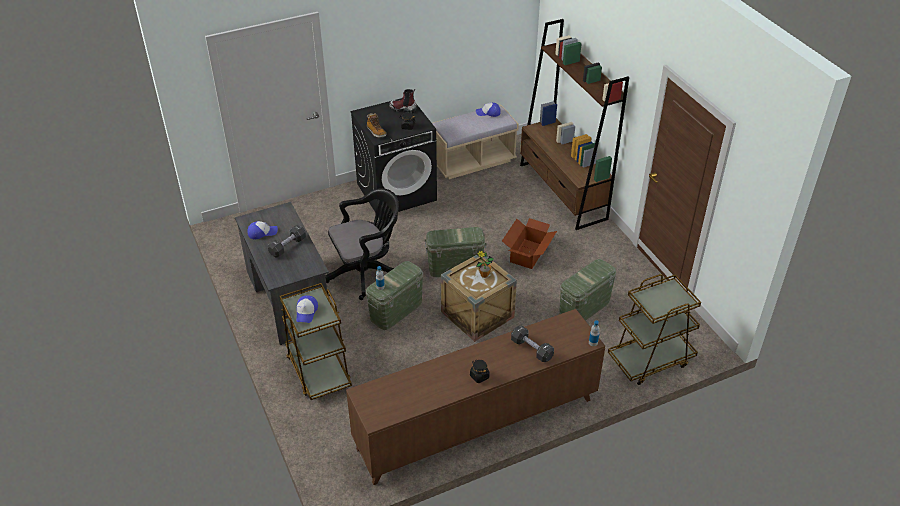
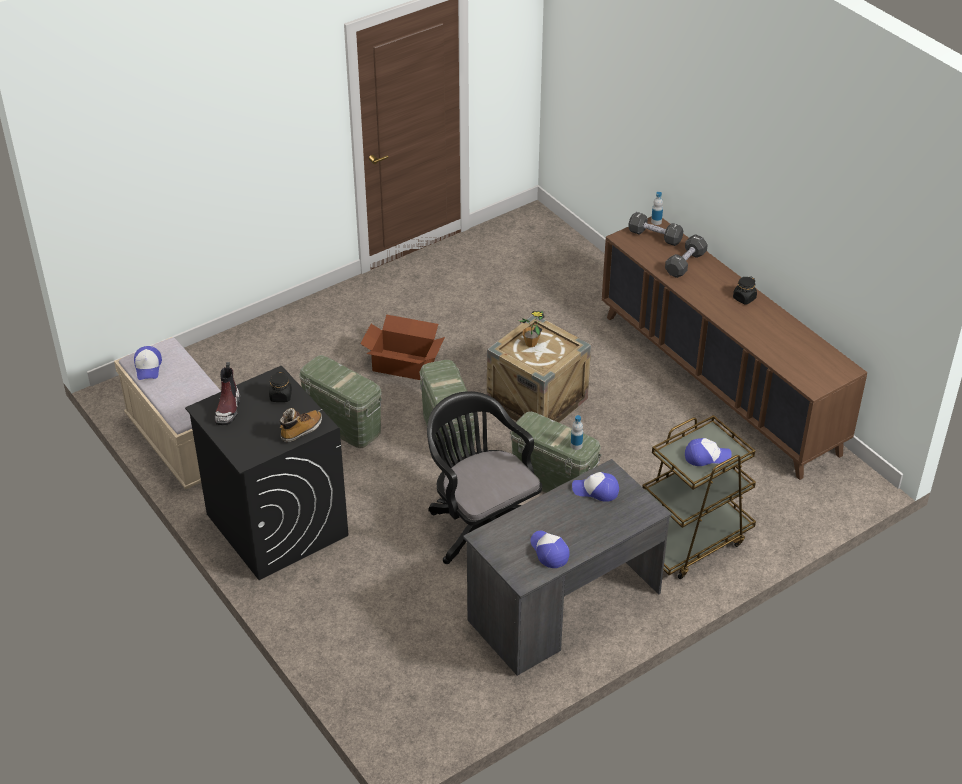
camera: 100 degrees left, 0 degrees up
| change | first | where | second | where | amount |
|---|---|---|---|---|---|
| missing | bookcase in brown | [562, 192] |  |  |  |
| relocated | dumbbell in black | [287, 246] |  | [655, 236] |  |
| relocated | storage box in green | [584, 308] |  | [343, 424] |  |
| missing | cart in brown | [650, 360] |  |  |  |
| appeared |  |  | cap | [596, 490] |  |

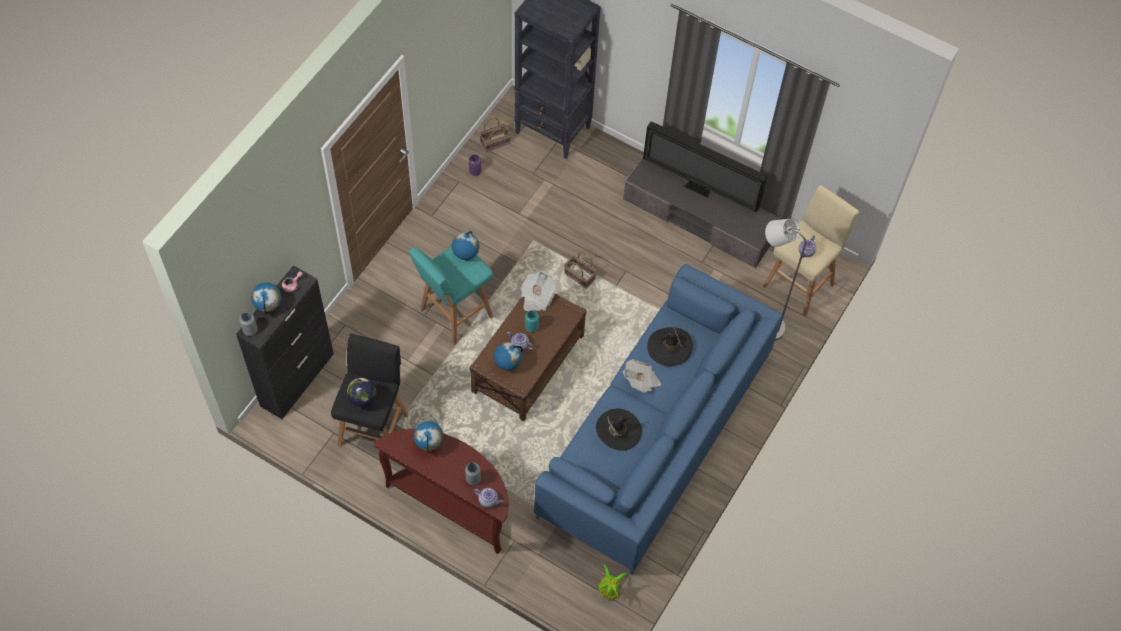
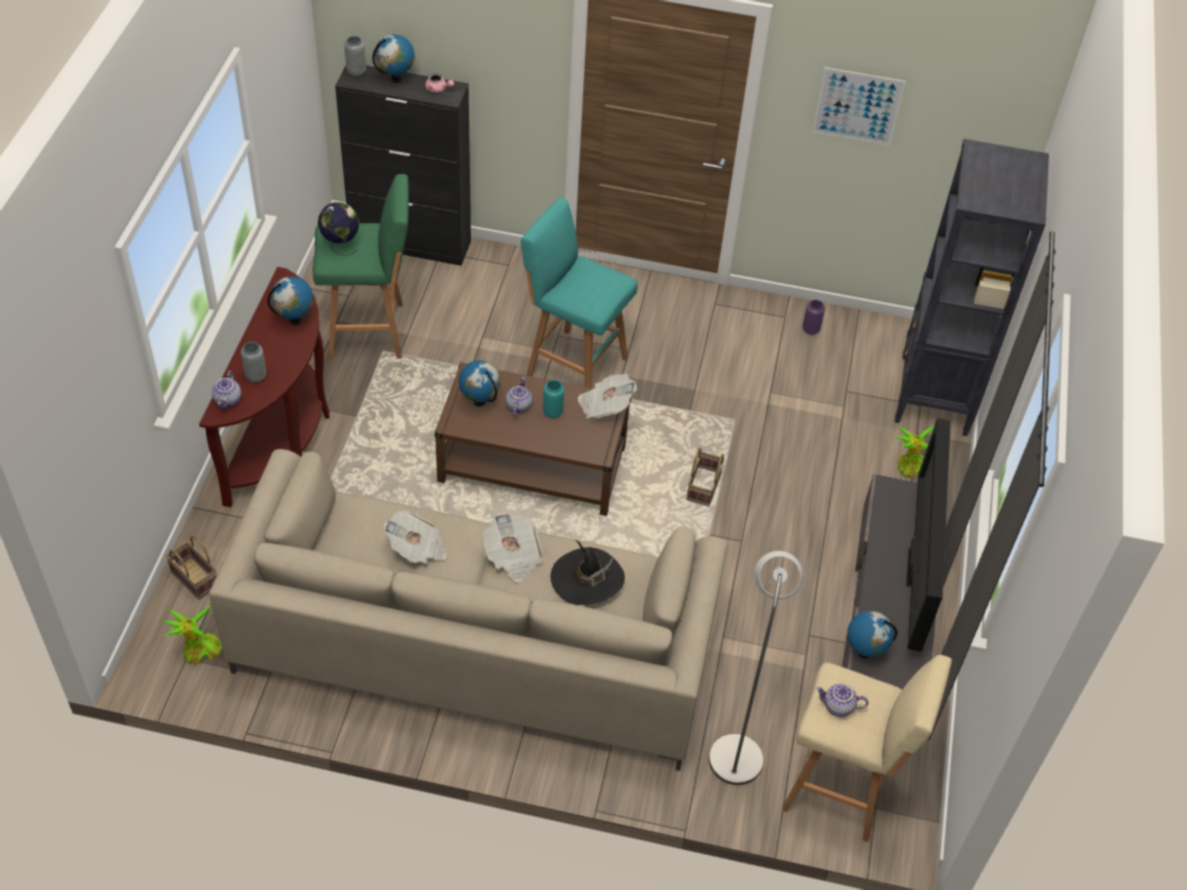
camera: 70 degrees right, 10 degrees down
| change | first | where | second | where | amount |
|---|---|---|---|---|---|
| relocated | basket | [495, 141] |  | [196, 578] |  |
| relocated | globe | [465, 257] |  | [864, 651] |  |
| colour | sofa in blue | [655, 434] | sofa in beige | [475, 646] |  |
| colour | stool in black | [374, 427] | stool in green | [370, 331] |  |
| exchanged | hat in black | [618, 430] | newspaper | [417, 548] |  |
| appeared |  |  | picture | [857, 106] |  |
| appeared |  |  | potted plant | [910, 468] |  |

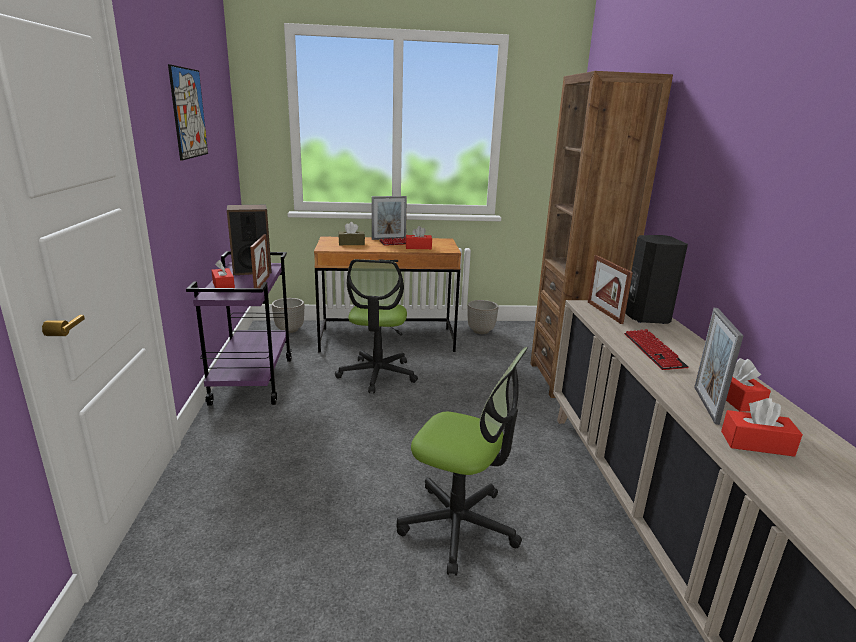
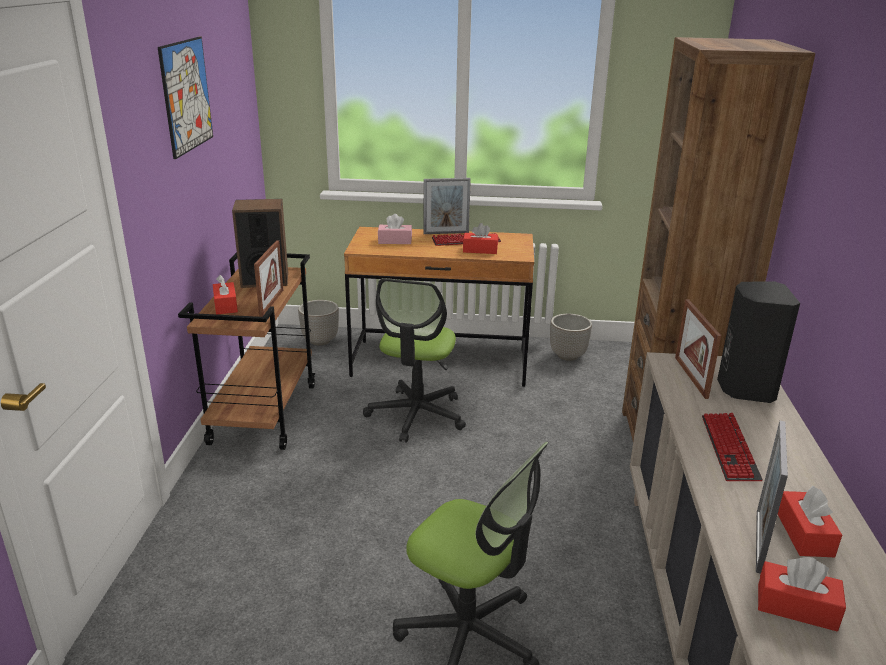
camera: 10 degrees right, 5 degrees up
| change | first | where | second | where | amount |
|---|---|---|---|---|---|
| colour | tissue box in brown | [351, 243] | tissue box in pink | [395, 241] |  |
| colour | cart in purple | [252, 380] | cart in brown | [263, 413] |  |

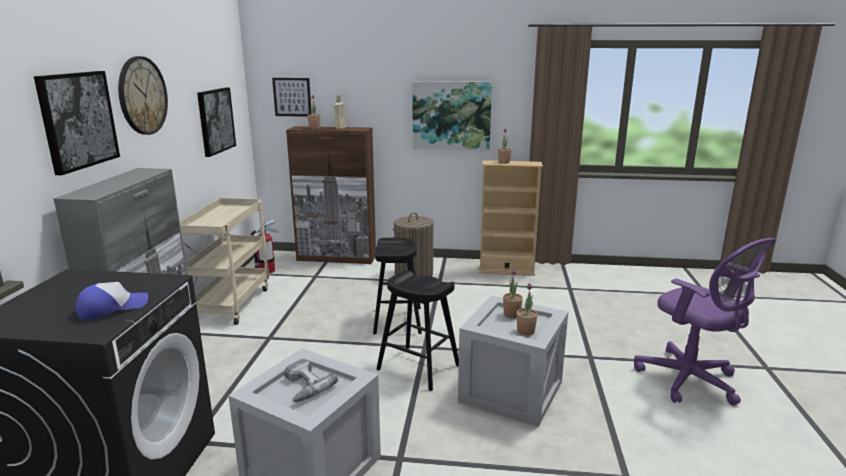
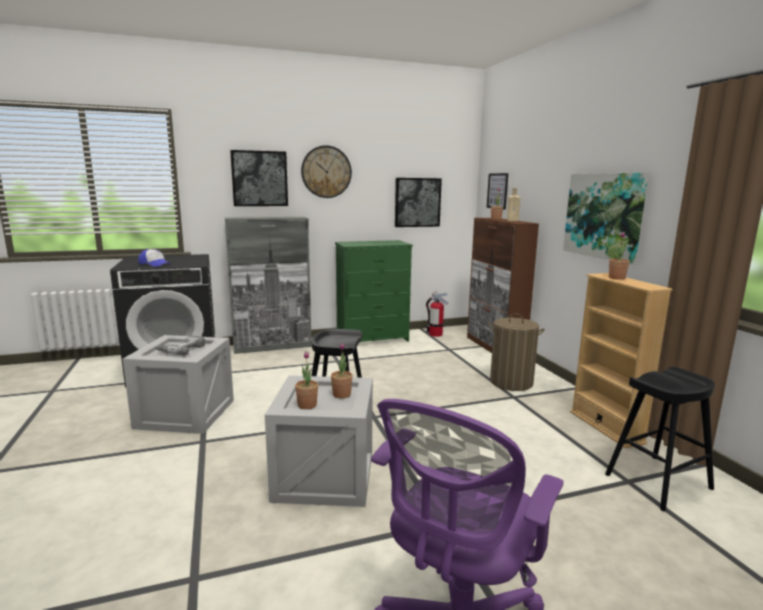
camera: 65 degrees right, 5 degrees down
| change | first | where | second | where | amount |
|---|---|---|---|---|---|
| exchanged | cart in beige | [231, 303] | dresser in green | [373, 339] |  |
| relocated | stool in black | [397, 320] |  | [658, 481] |  |

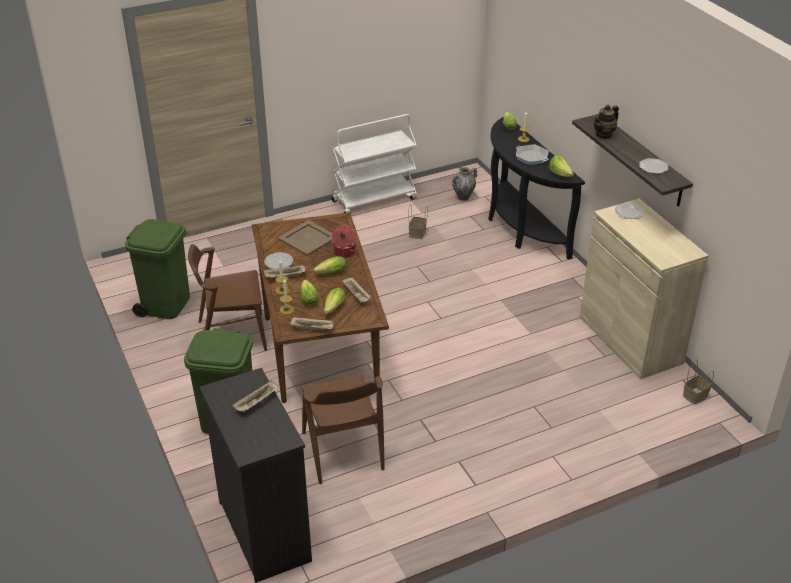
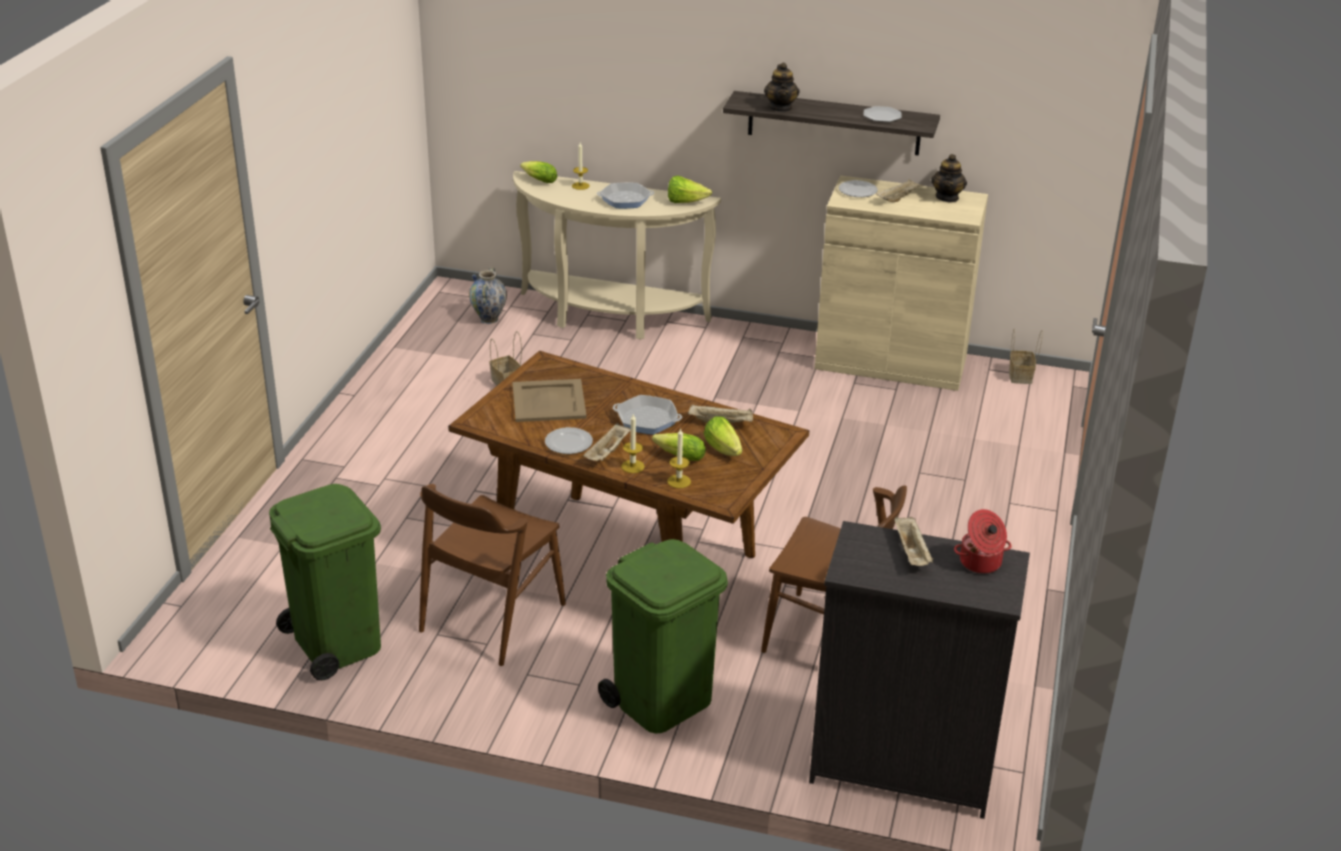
camera: 50 degrees left, 5 degrees down
| change | first | where | second | where | amount |
|---|---|---|---|---|---|
| missing | cart in white | [374, 199] |  |  |  |
| colour | console table in black | [520, 228] | console table in beige | [608, 318] |  |
| relocated | cooking pot | [344, 252] |  | [980, 563] |  |
| exchanged | lettuce | [329, 273] | frying pan | [647, 420] |  |
| relocated | tray in beige | [313, 329] |  | [898, 198] |  |
| appeared |  |  | teapot | [947, 197] |  |

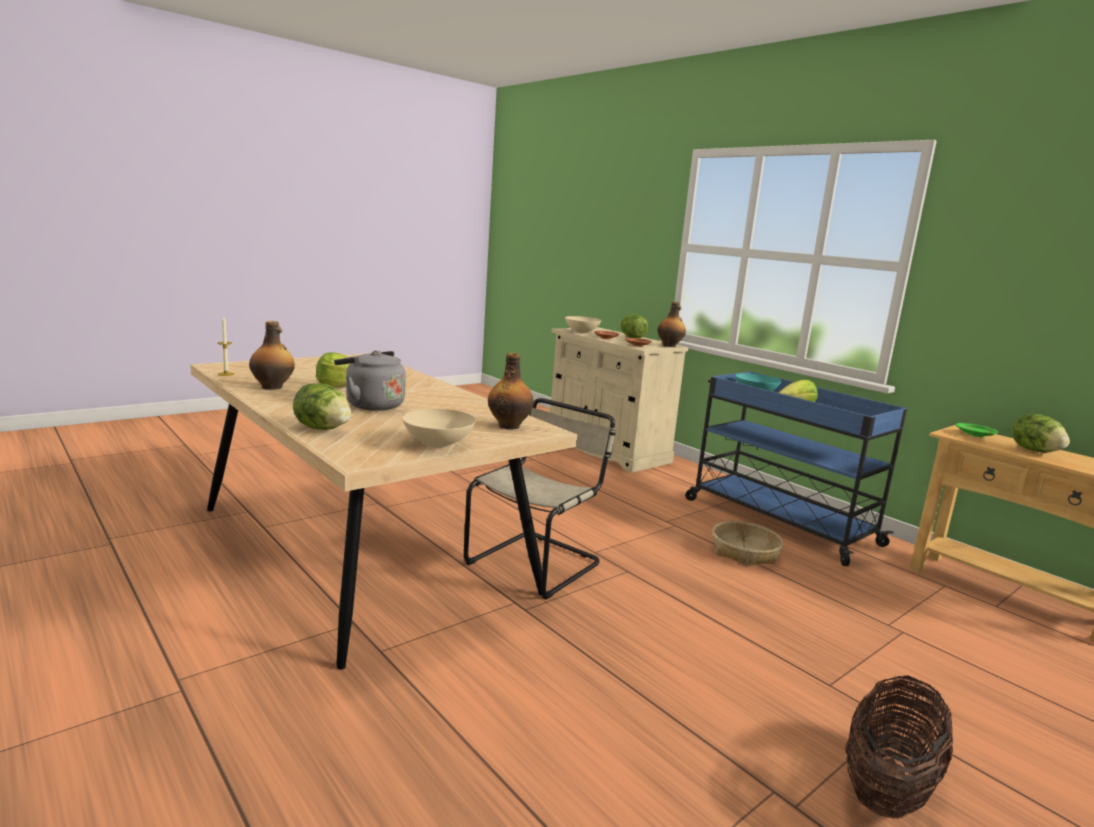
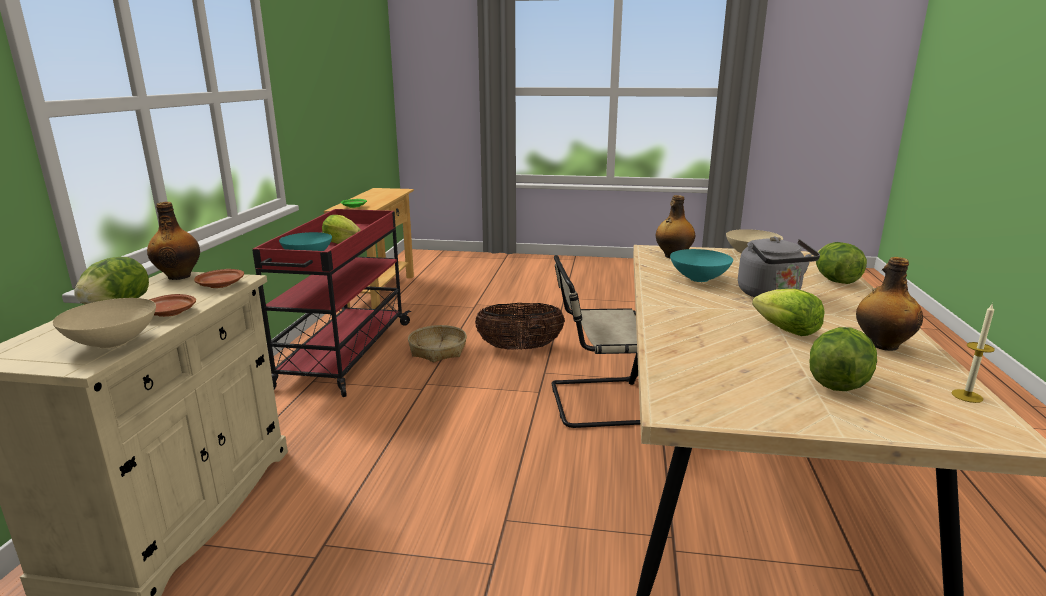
camera: 130 degrees left, 5 degrees up
| change | first | where | second | where | amount |
|---|---|---|---|---|---|
| colour | cart in blue | [778, 521] | cart in red | [344, 355] |  |
| relocated | lettuce | [1035, 451] |  | [838, 383] |  |
| relocated | basket | [887, 787] |  | [520, 348] |  |
| appeared |  |  | bowl in turquoise | [699, 279] |  |

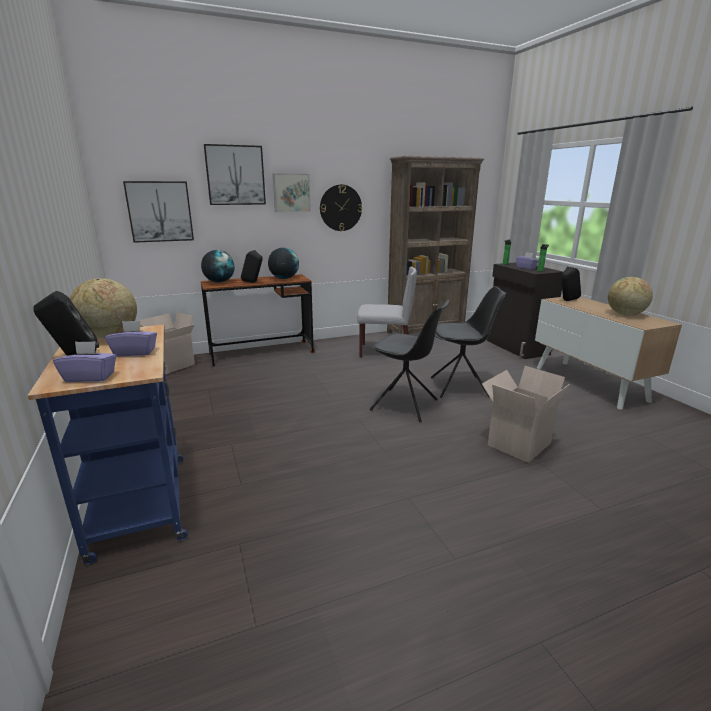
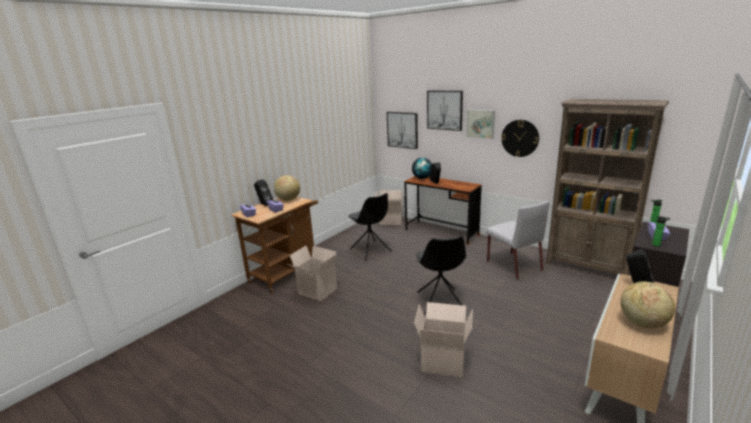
camera: 60 degrees right, 0 degrees up
| change | first | where | second | where | amount |
|---|---|---|---|---|---|
| missing | globe | [284, 278] |  |  |  |
| relocated | chair in black | [460, 387] |  | [371, 251] |  |
| colour | cart in blue | [140, 498] | cart in brown | [286, 272] |  |
| appeared |  |  | cardboard box | [316, 291] |  |

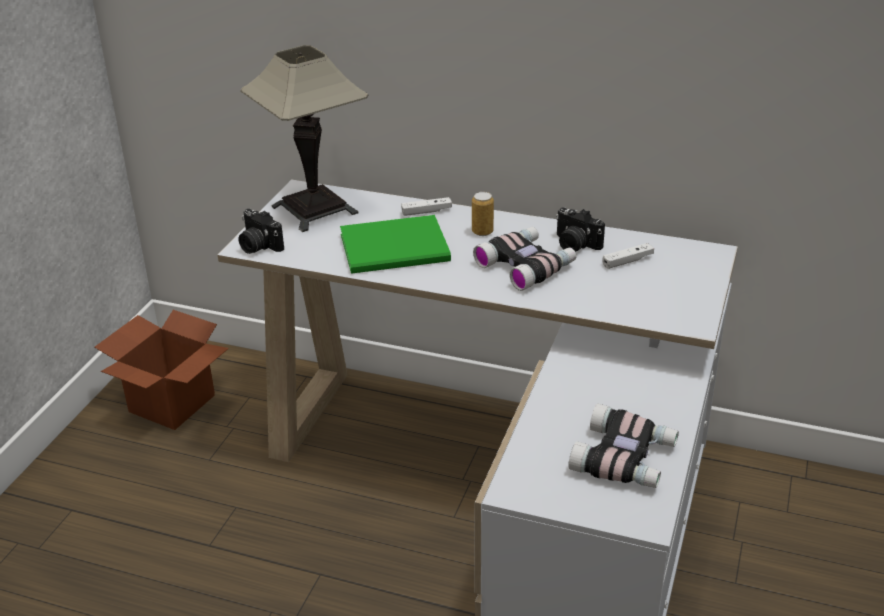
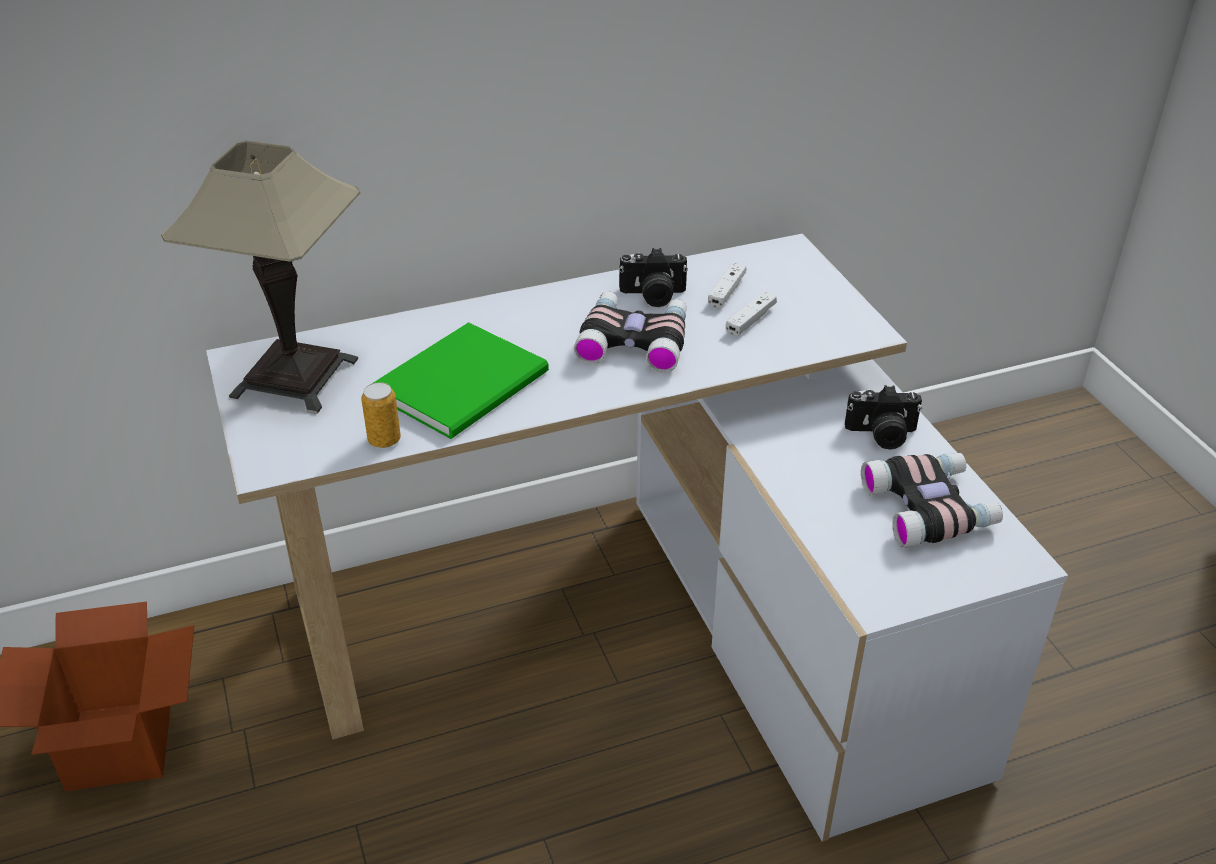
camera: 40 degrees left, 5 degrees up
| change | first | where | second | where | amount |
|---|---|---|---|---|---|
| relocated | can | [482, 232] |  | [384, 440] |  |
| relocated | game controller in white | [426, 211] |  | [750, 320] |  |
| relocated | photo camera | [258, 246] |  | [881, 435] |  |

